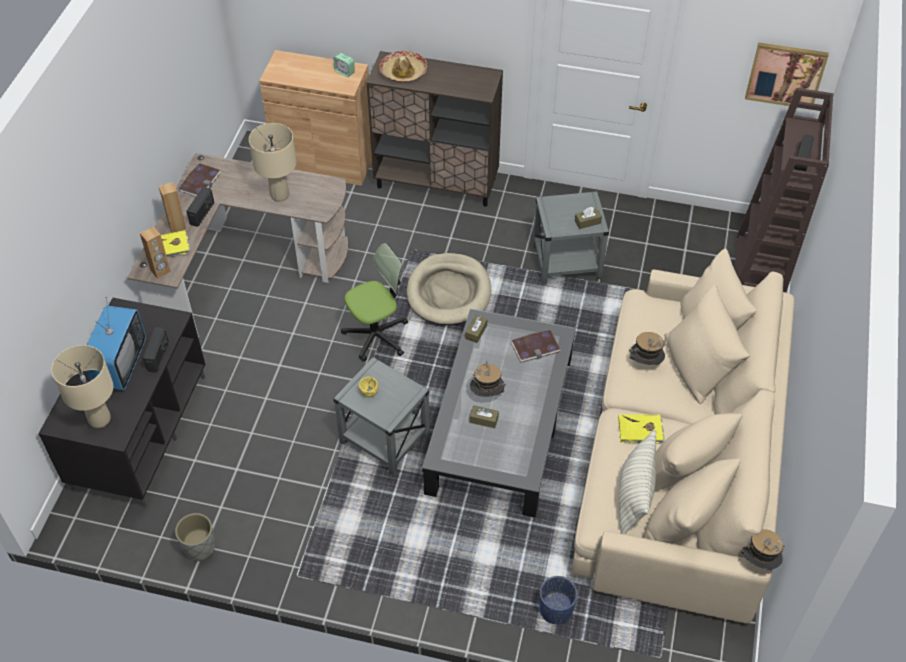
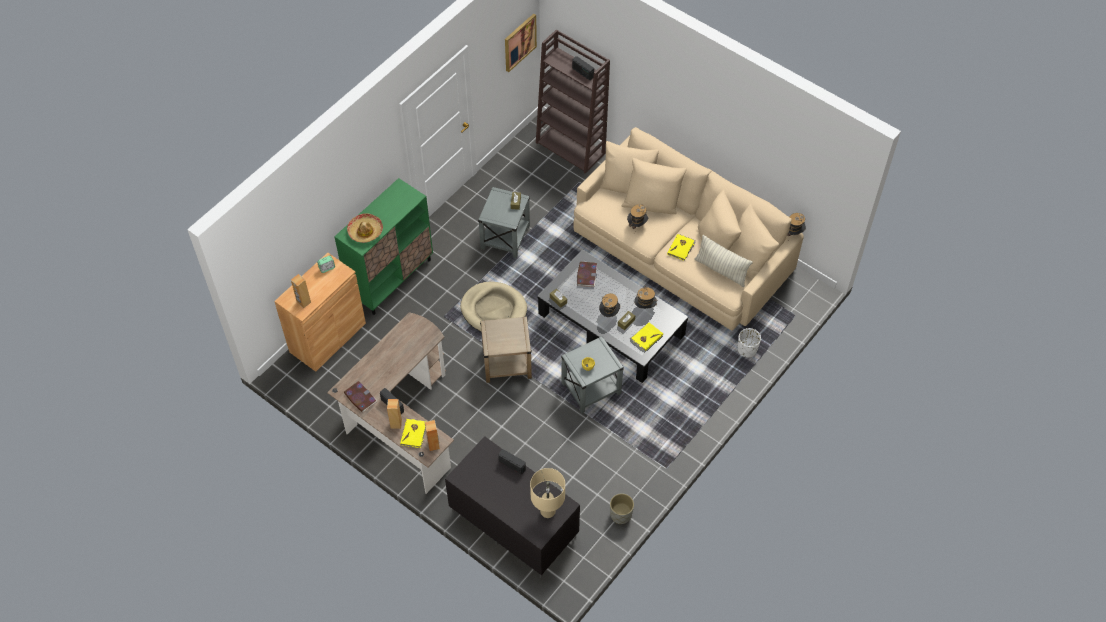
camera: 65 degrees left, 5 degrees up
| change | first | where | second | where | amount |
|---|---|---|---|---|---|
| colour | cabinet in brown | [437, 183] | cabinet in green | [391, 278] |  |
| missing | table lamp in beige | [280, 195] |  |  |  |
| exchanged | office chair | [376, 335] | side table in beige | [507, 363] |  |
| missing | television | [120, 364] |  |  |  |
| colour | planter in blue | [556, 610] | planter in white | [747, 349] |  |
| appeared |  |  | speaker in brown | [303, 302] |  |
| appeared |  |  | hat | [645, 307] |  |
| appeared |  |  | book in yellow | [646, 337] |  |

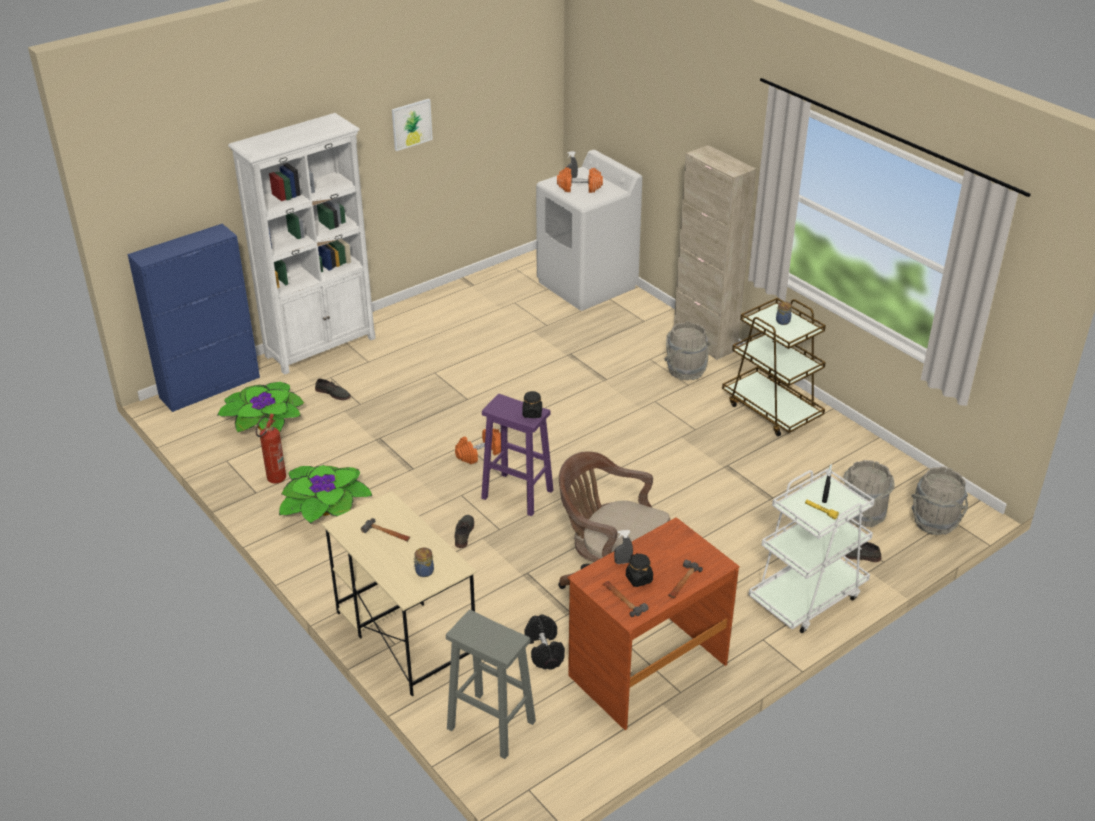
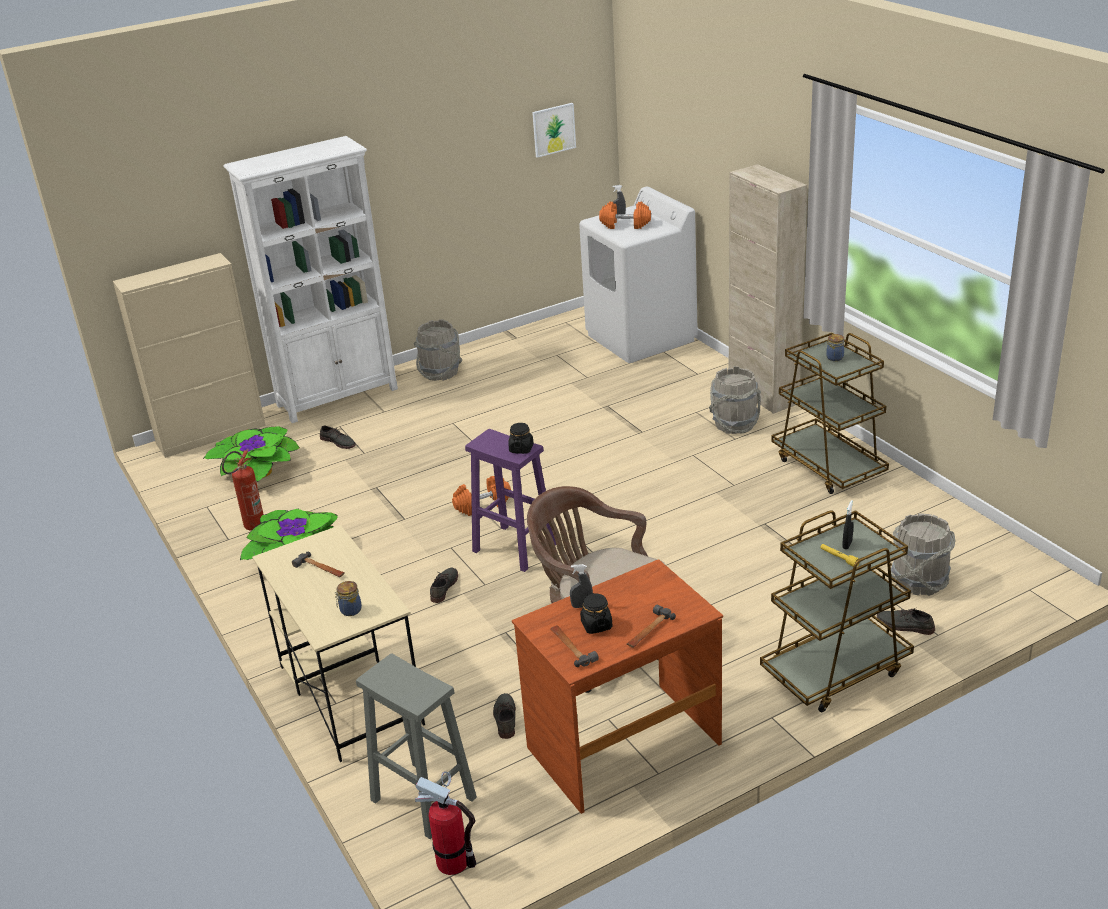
camera: 10 degrees right, 5 degrees down
| change | first | where | second | where | amount |
|---|---|---|---|---|---|
| relocated | picture | [411, 124] |  | [553, 129] |  |
| colour | cabinet in blue | [210, 387] | cabinet in beige | [212, 434] |  |
| relocated | bucket in grey | [934, 522] |  | [440, 372] |  |
| colour | cart in white | [807, 596] | cart in brown | [835, 671] |  |
| exchanged | dumbbell in black | [544, 650] | shoe in grey | [505, 718] |  |
| appeared |  |  | fire extinguisher | [453, 862] |  |

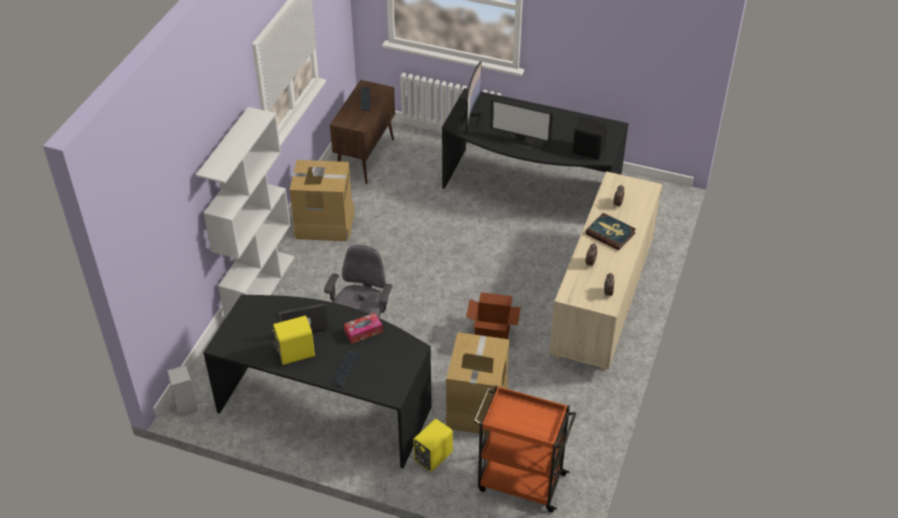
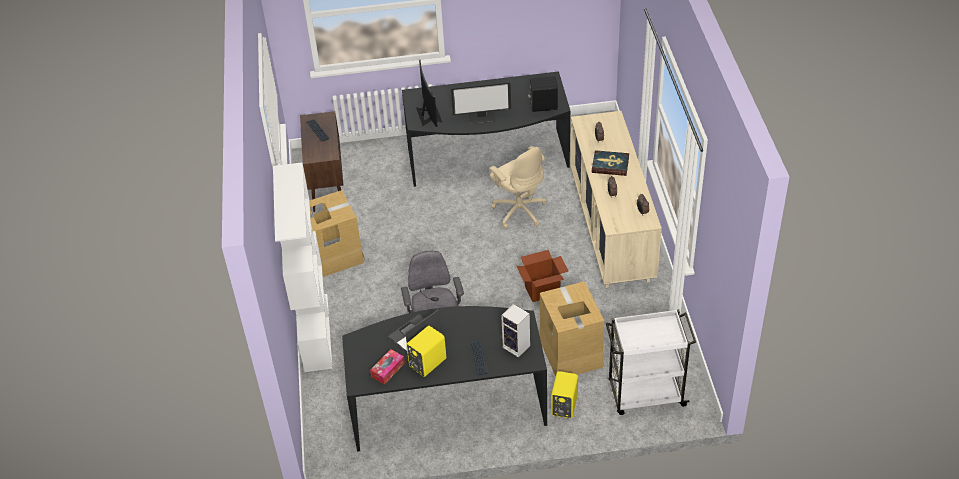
camera: 25 degrees left, 0 degrees up
| change | first | where | second | where | amount |
|---|---|---|---|---|---|
| relocated | tissue box | [363, 331] |  | [388, 370] |  |
| relocated | speaker | [187, 407] |  | [517, 347] |  |
| colour | cart in orange | [519, 481] | cart in white | [645, 394] |  |
| appeared |  |  | office chair in beige | [519, 210] |  |

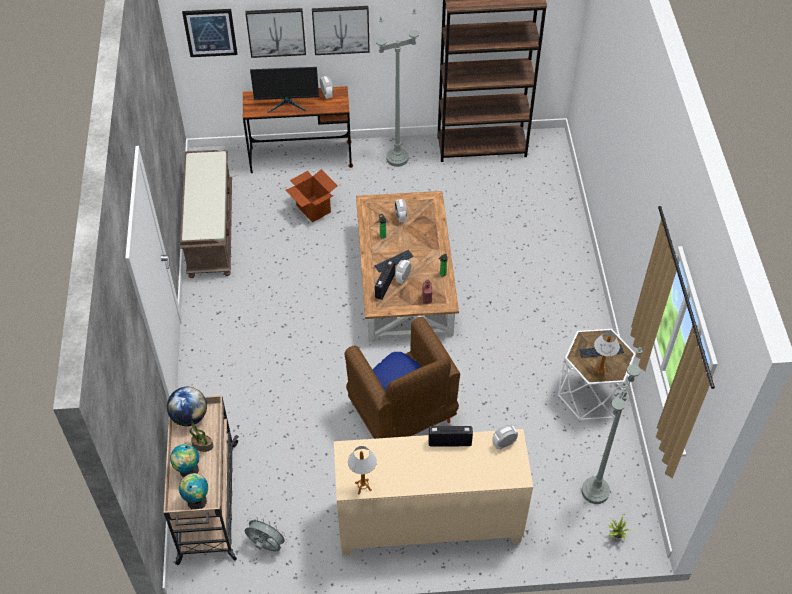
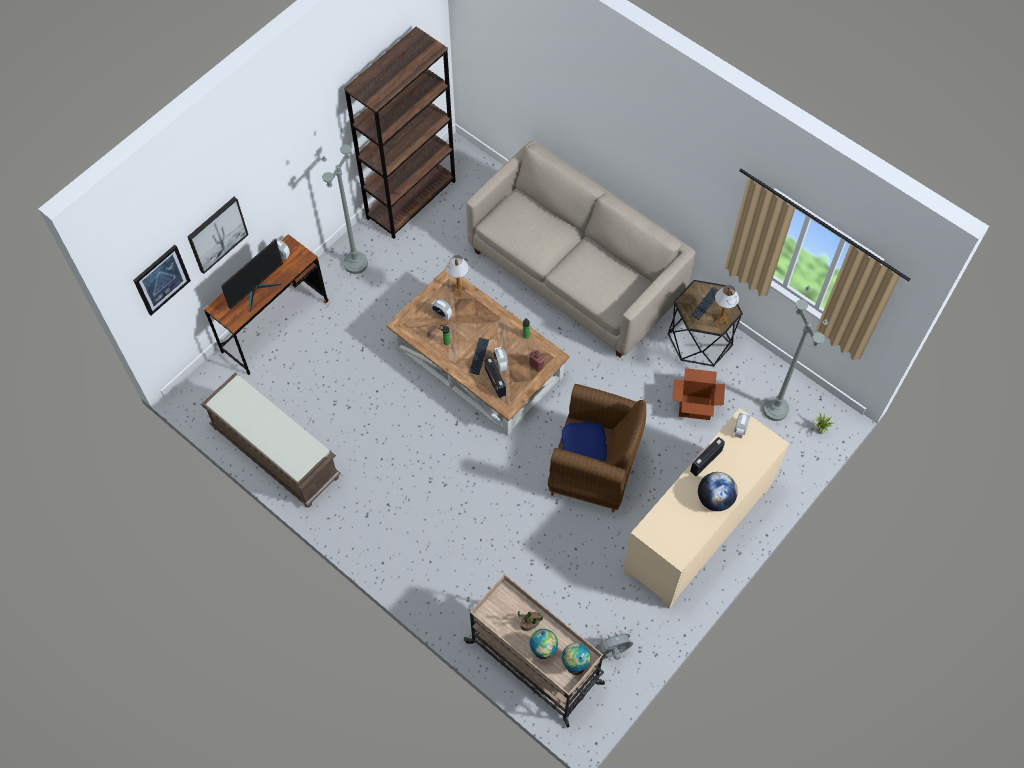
camera: 45 degrees left, 10 degrees up
| change | first | where | second | where | amount |
|---|---|---|---|---|---|
| missing | picture | [341, 29] |  |  |  |
| relocated | cardboard box | [313, 209] |  | [694, 407] |  |
| colour | side table in white | [590, 393] | side table in black | [699, 340] |  |
| relocated | globe | [189, 416] |  | [714, 499] |  |
| relocated | table lamp | [363, 487] |  | [458, 290] |  |
| appeared |  |  | sofa in beige | [576, 273] |  |

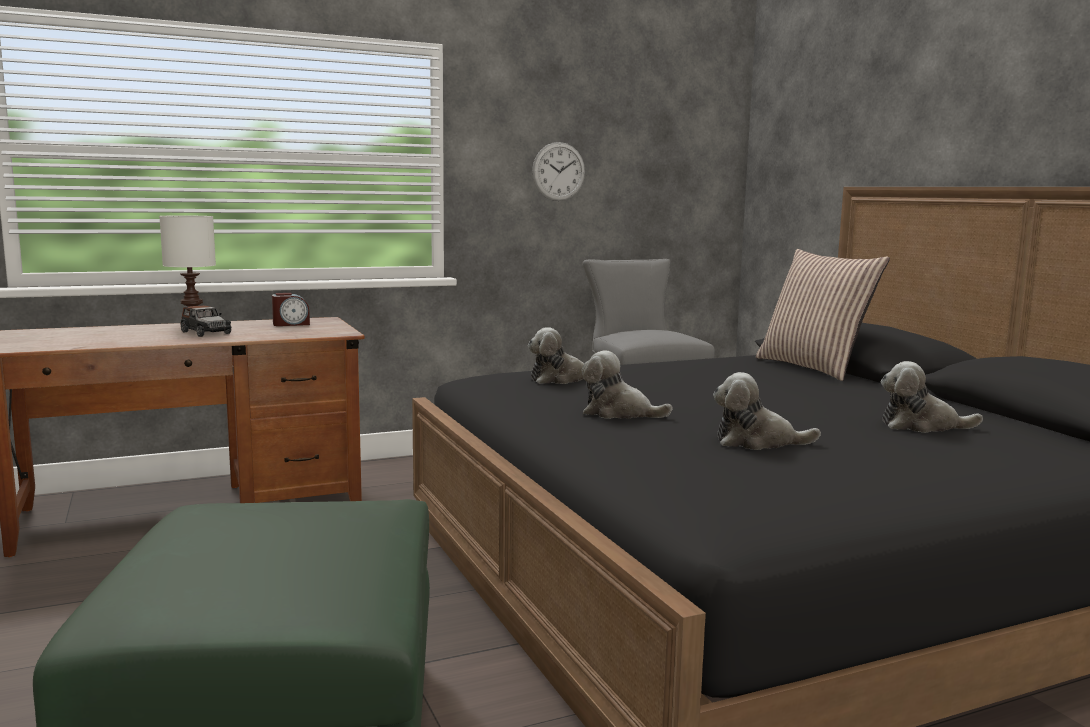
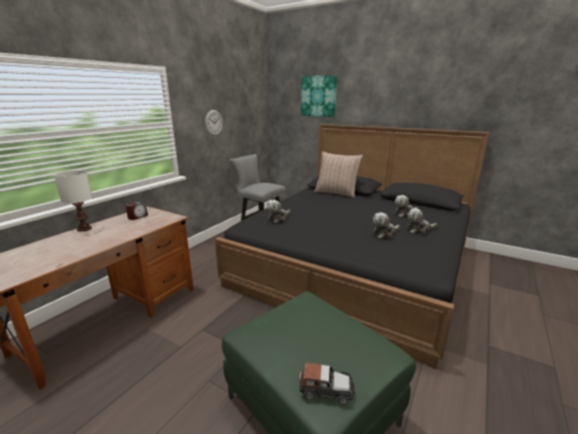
camera: 35 degrees left, 10 degrees up
| change | first | where | second | where | amount |
|---|---|---|---|---|---|
| relocated | toy car | [205, 333] |  | [326, 389] |  |
| relocated | plush toy | [619, 413] |  | [419, 229] |  |
| appeared |  |  | picture | [318, 96] |  |

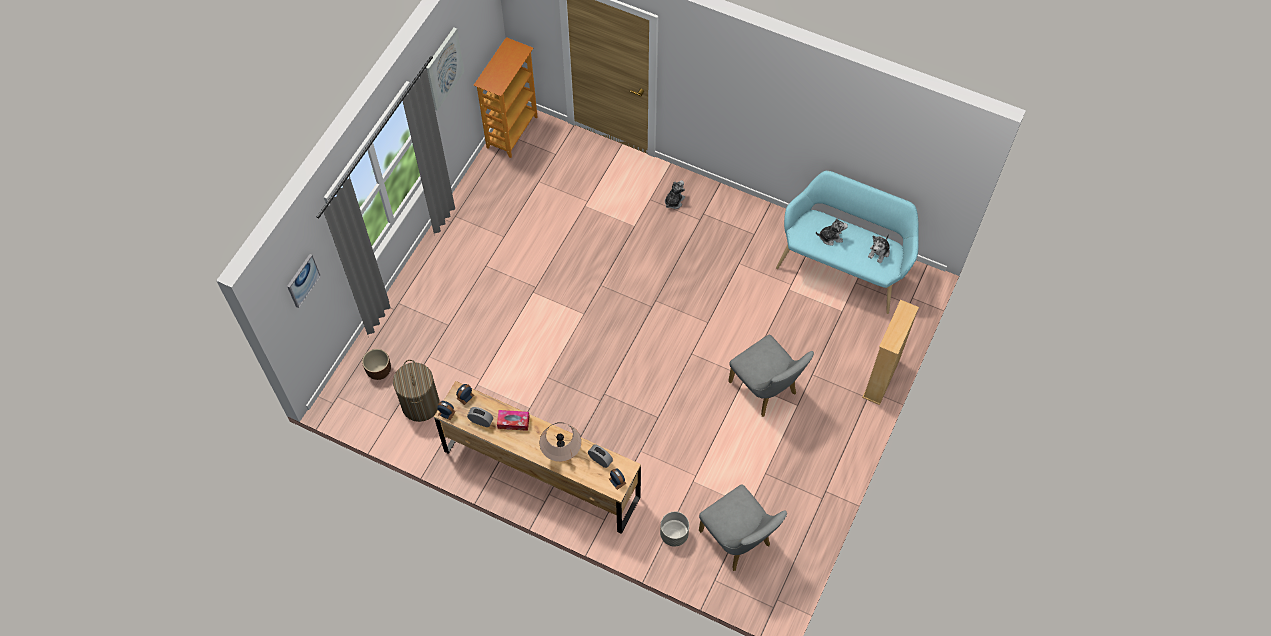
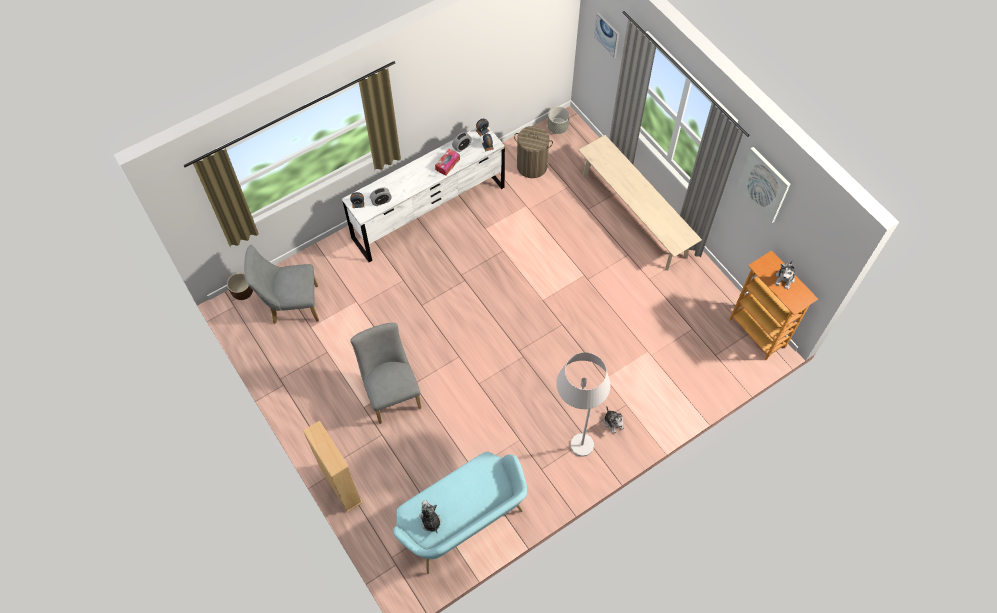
camera: 120 degrees right, 0 degrees up
| change | first | where | second | where | amount |
|---|---|---|---|---|---|
| relocated | plush toy | [830, 237] |  | [784, 278] |  |
| spun | chair in grey | [766, 391] |  | [391, 392] | 75 degrees clockwise |
| relocated | planter in brown | [379, 370] |  | [243, 292] |  |
| colour | dresser in brown | [541, 474] | dresser in white | [429, 212] |  |
| missing | table lamp in beige | [562, 453] |  |  |  |
| relocated | planter in grey | [674, 534] |  | [558, 127] |  |
| appeared |  |  | bench in beige | [633, 215] |  |
| appeared |  |  | floor lamp in white | [574, 435] |  |

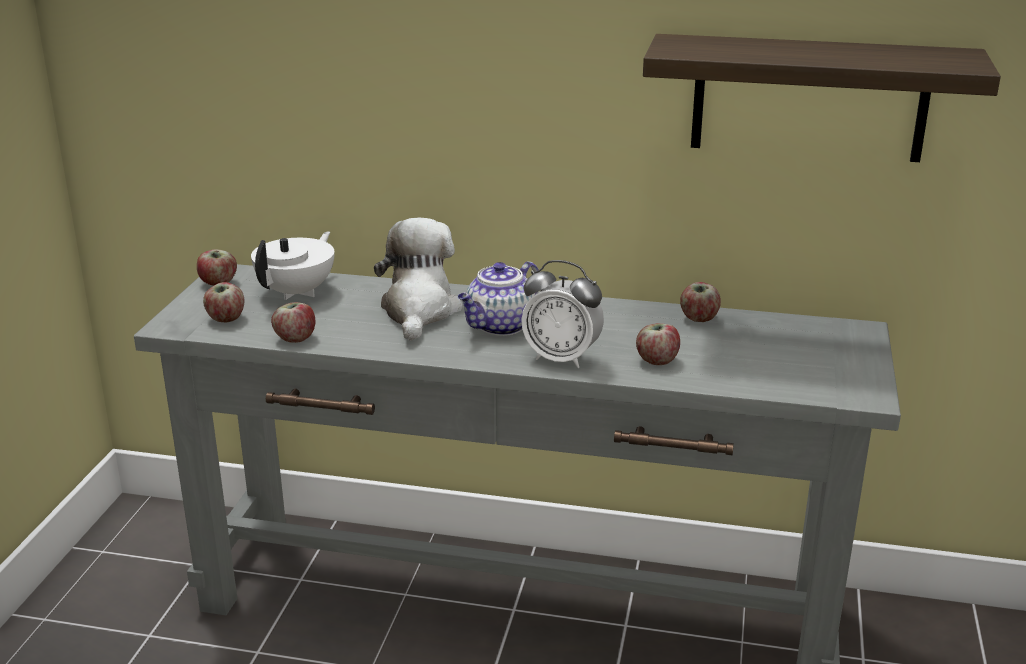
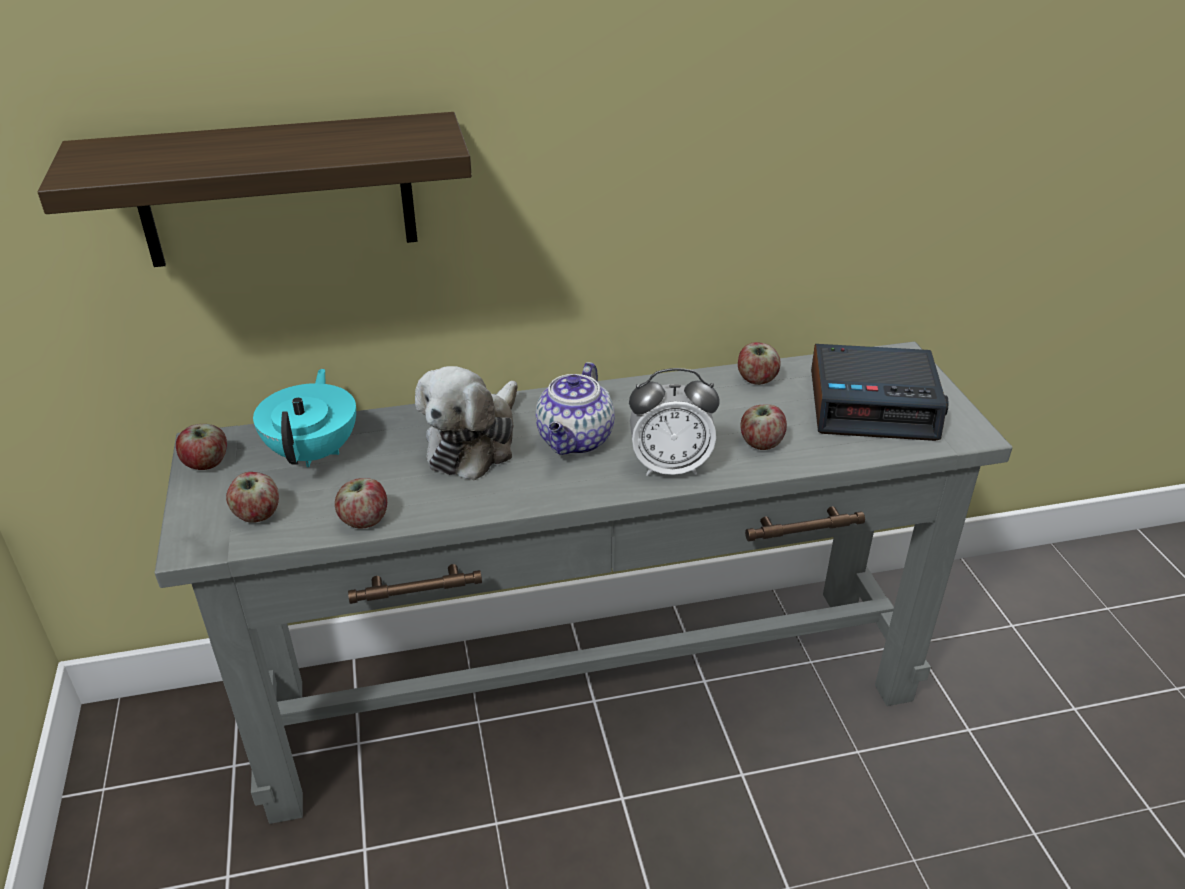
camera: 25 degrees left, 10 degrees up
| change | first | where | second | where | amount |
|---|---|---|---|---|---|
| relocated | shelf | [809, 98] |  | [277, 191] |  |
| spun | plush toy | [419, 311] |  | [474, 443] | 135 degrees counterclockwise |
| colour | teapot in white | [298, 292] | teapot in turquoise | [314, 452] |  |
| appeared |  |  | alarm clock | [873, 405] |  |

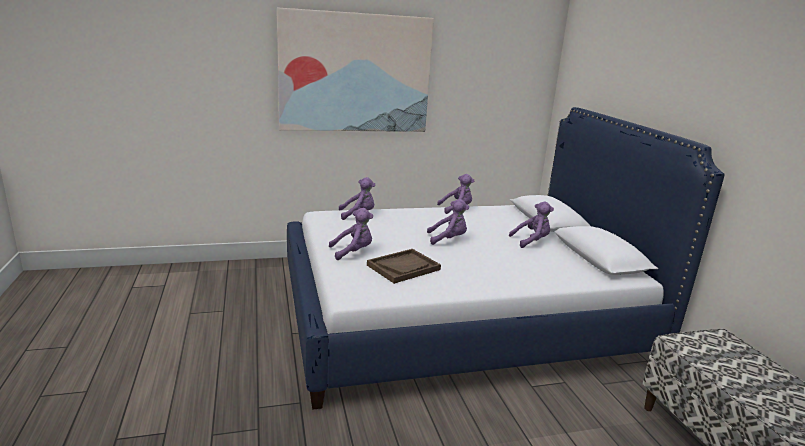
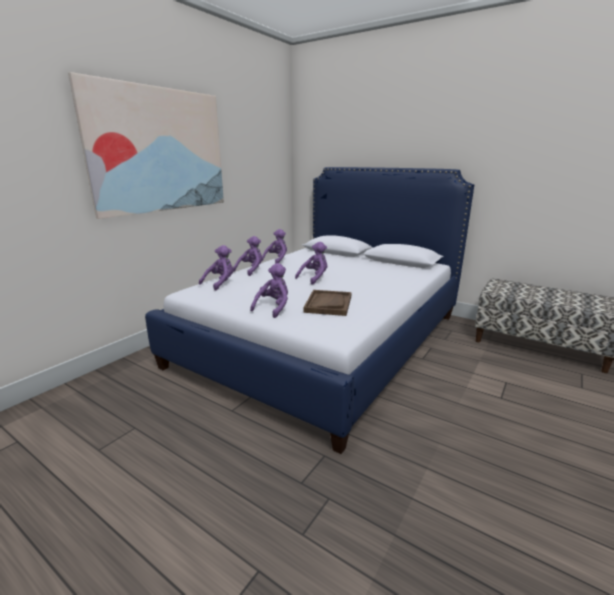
camera: 40 degrees left, 0 degrees up
| change | first | where | second | where | amount |
|---|---|---|---|---|---|
| relocated | plush toy in purple | [531, 241] |  | [251, 270] |  |

